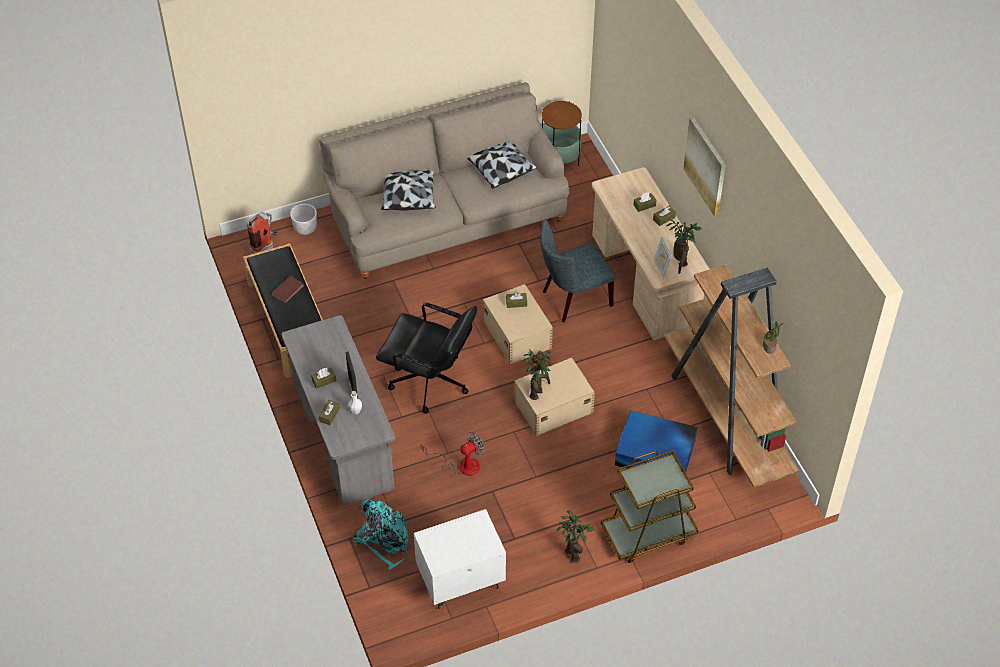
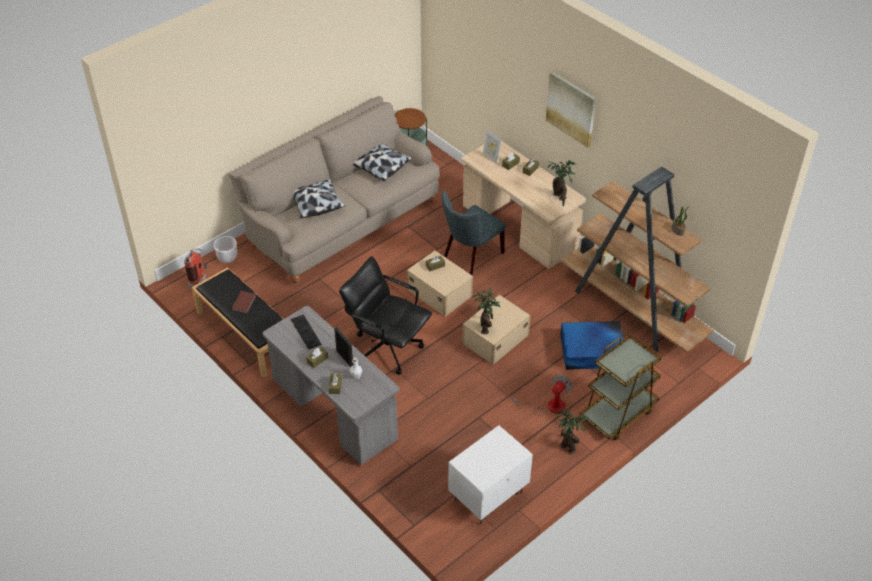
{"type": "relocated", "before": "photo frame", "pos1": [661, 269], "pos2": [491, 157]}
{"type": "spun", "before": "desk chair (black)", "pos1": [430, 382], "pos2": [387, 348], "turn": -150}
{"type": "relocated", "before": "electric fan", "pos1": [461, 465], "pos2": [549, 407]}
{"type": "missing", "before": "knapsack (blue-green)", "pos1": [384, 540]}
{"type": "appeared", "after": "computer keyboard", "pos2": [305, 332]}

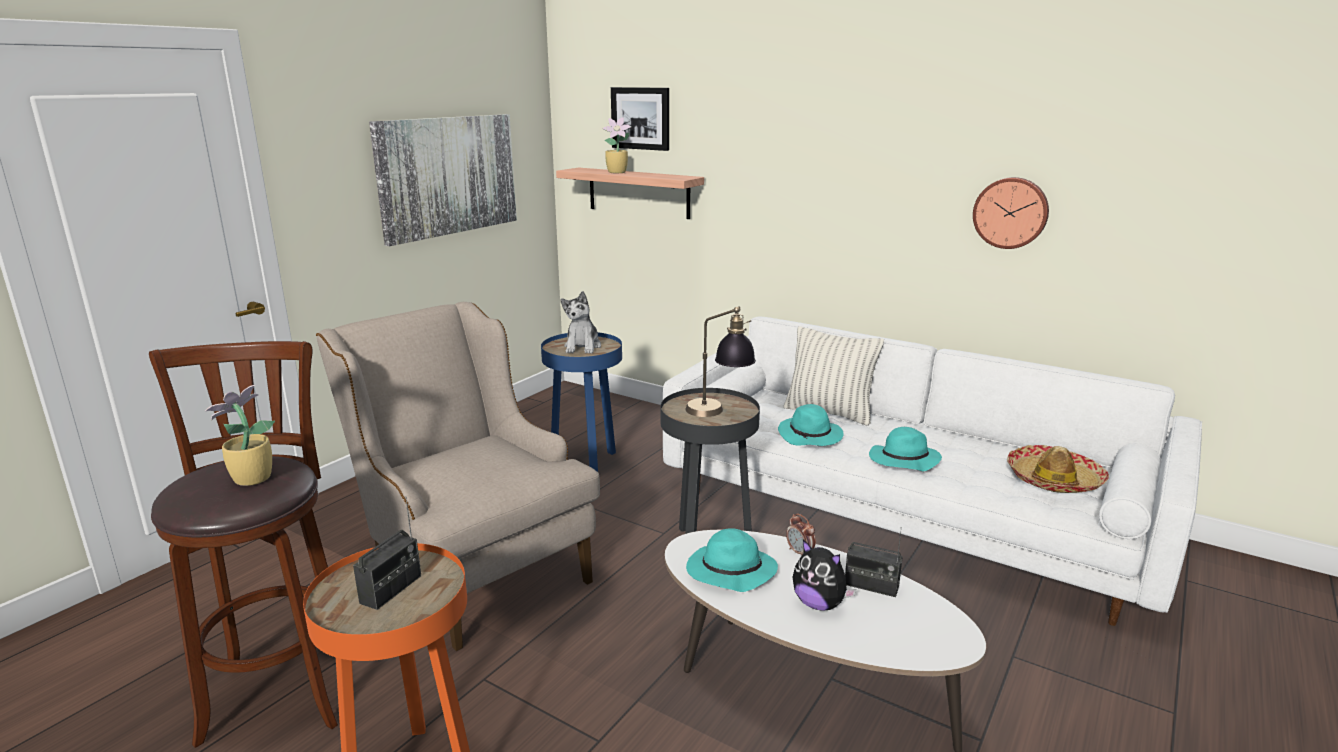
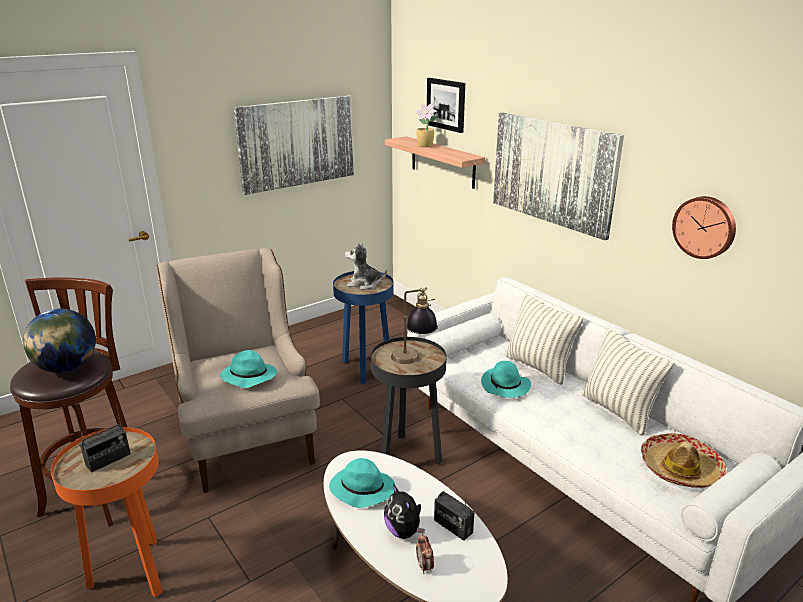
{"type": "spun", "before": "cuddly toy", "pos1": [583, 347], "pos2": [364, 284], "turn": 75}
{"type": "exchanged", "before": "plant in a pot", "after": "world globe", "pos1": [250, 479], "pos2": [67, 368]}
{"type": "relocated", "before": "clothing hat (blue-green)", "pos1": [903, 461], "pos2": [248, 376]}
{"type": "relocated", "before": "bedside clock", "pos1": [799, 552], "pos2": [424, 566]}
{"type": "appeared", "after": "picture", "pos2": [553, 172]}
{"type": "appeared", "after": "pillow", "pos2": [618, 411]}

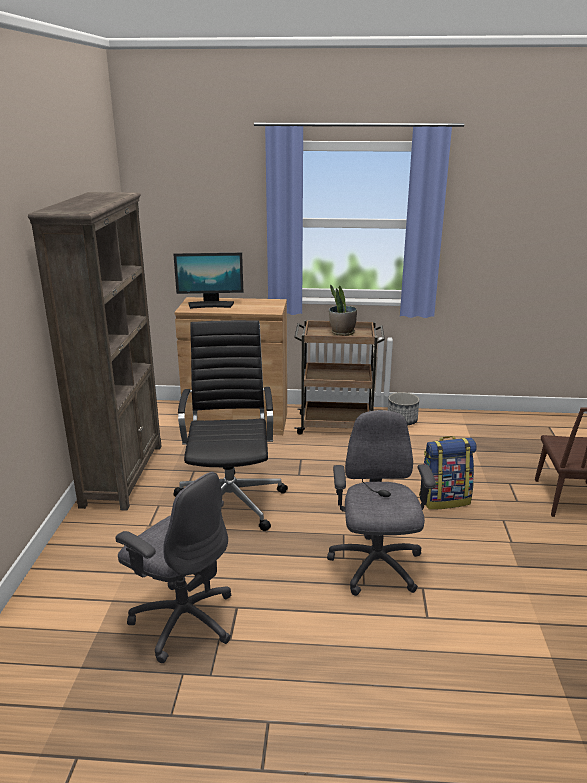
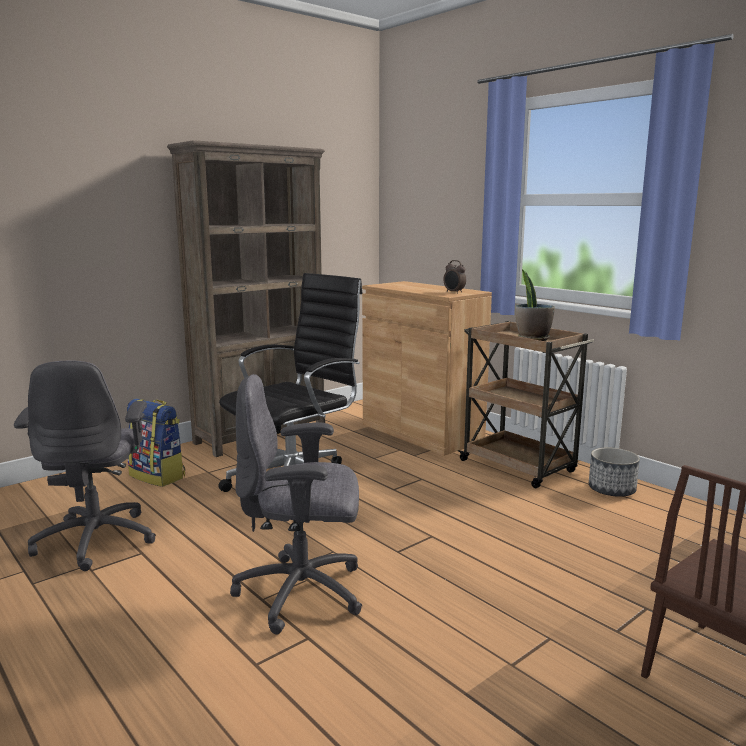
{"type": "missing", "before": "monitor", "pos1": [211, 305]}
{"type": "spun", "before": "desk chair (gray)", "pos1": [375, 567], "pos2": [303, 593], "turn": -135}
{"type": "relocated", "before": "knapsack", "pos1": [444, 499], "pos2": [158, 476]}
{"type": "appeared", "after": "bedside clock", "pos2": [454, 292]}

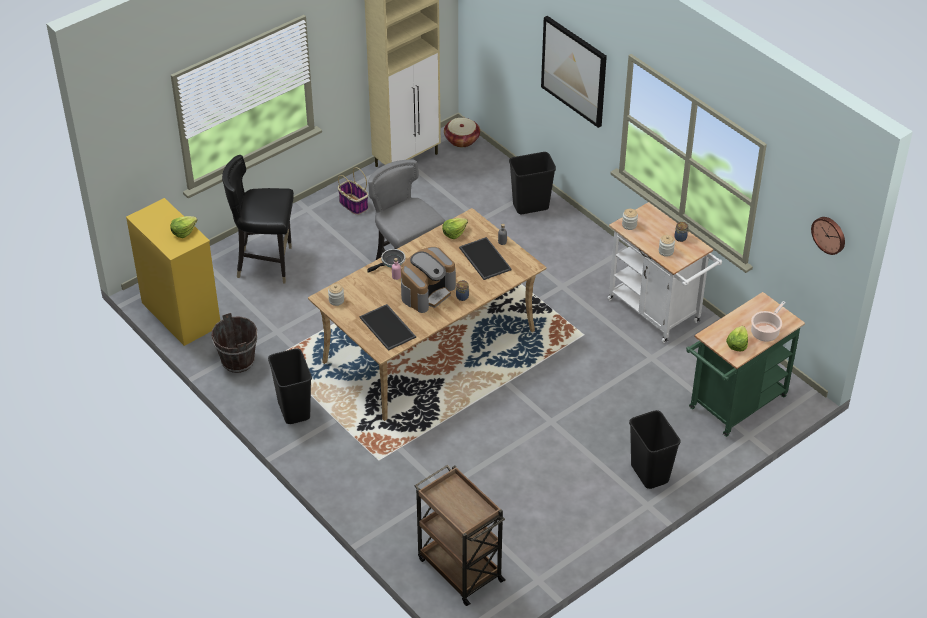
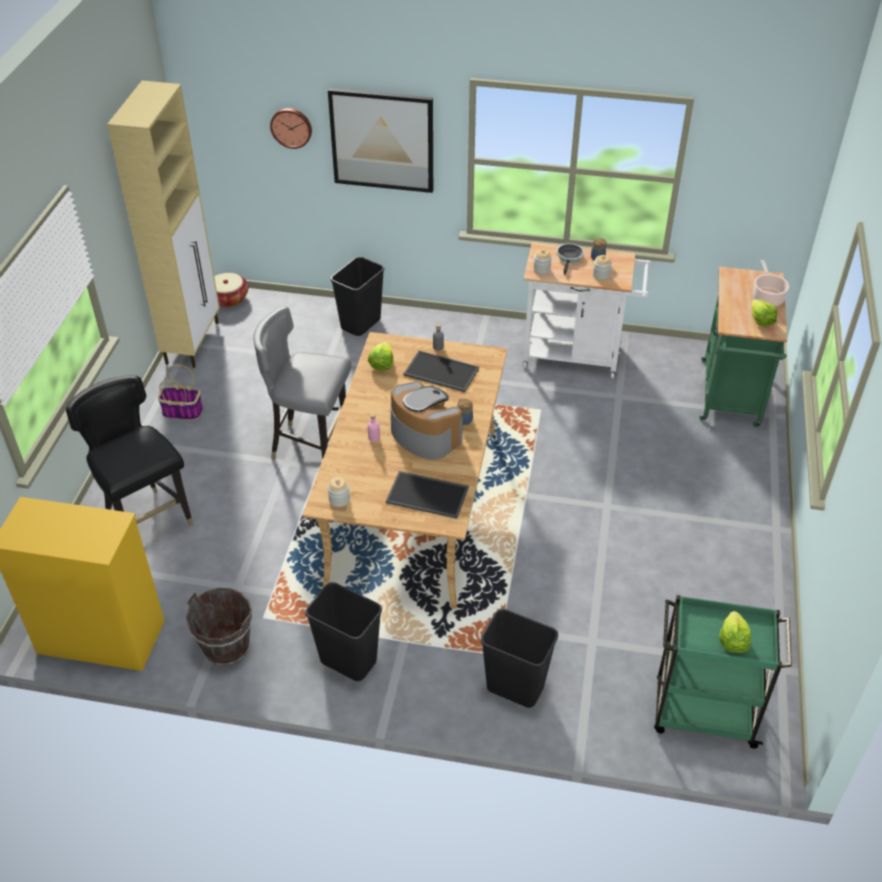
{"type": "spun", "before": "chair (black)", "pos1": [266, 264], "pos2": [148, 523], "turn": 90}
{"type": "relocated", "before": "head of lettuce", "pos1": [183, 231], "pos2": [732, 640]}
{"type": "relocated", "before": "clock on the wall", "pos1": [829, 234], "pos2": [291, 127]}
{"type": "spun", "before": "coffee machine", "pos1": [427, 292], "pos2": [424, 435], "turn": -45}
{"type": "relocated", "before": "pan", "pos1": [391, 262], "pos2": [569, 258]}
{"type": "relocated", "before": "trash can (black)", "pos1": [650, 473], "pos2": [516, 687]}
{"type": "colour", "before": "wheeled cart (brown)", "after": "wheeled cart (green)", "pos1": [459, 568], "pos2": [702, 713]}

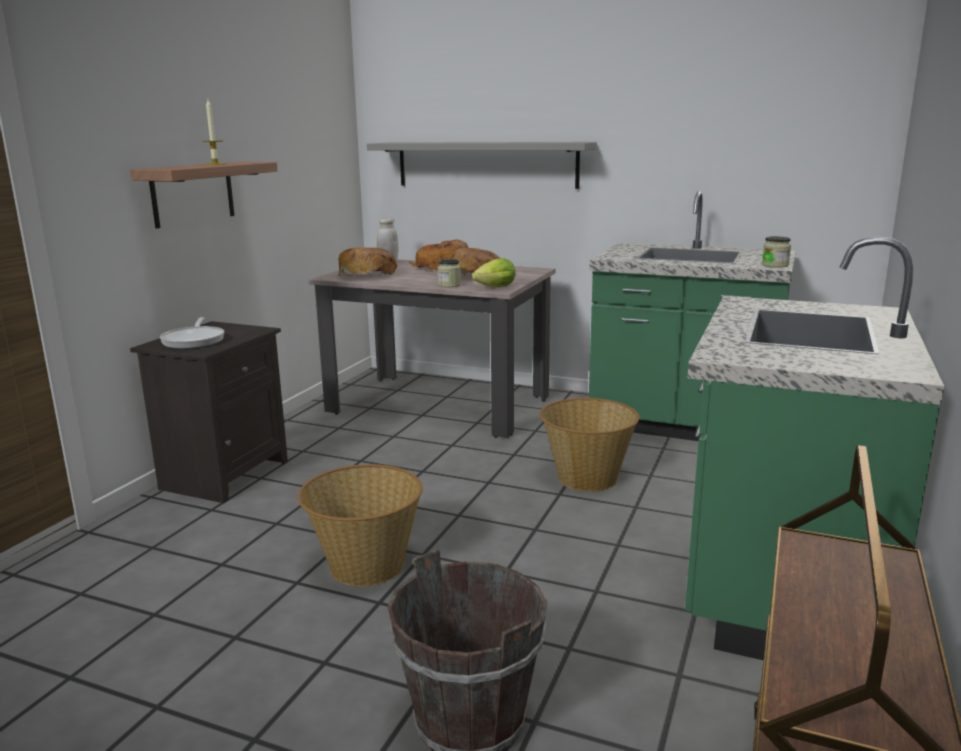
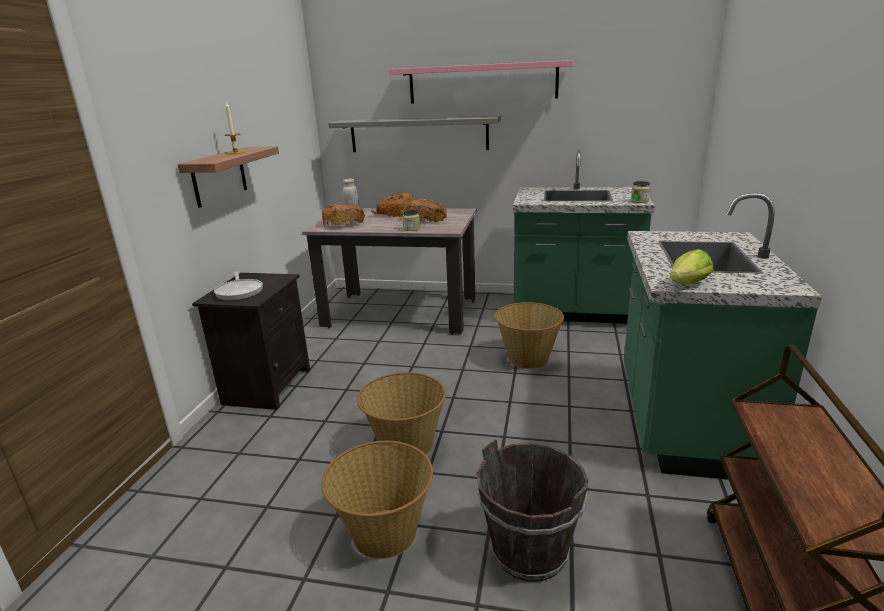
{"type": "relocated", "before": "head of lettuce", "pos1": [493, 287], "pos2": [686, 285]}
{"type": "appeared", "after": "wall shelf (pinkish)", "pos2": [482, 83]}
{"type": "appeared", "after": "basket", "pos2": [384, 534]}

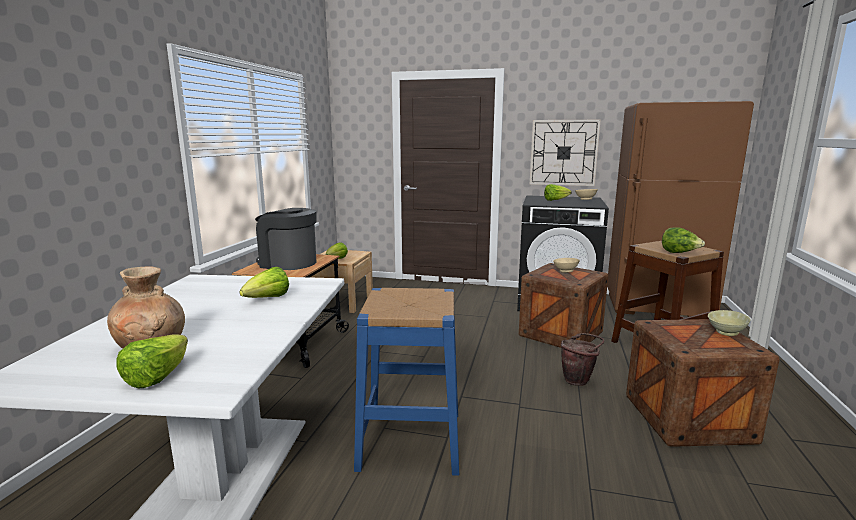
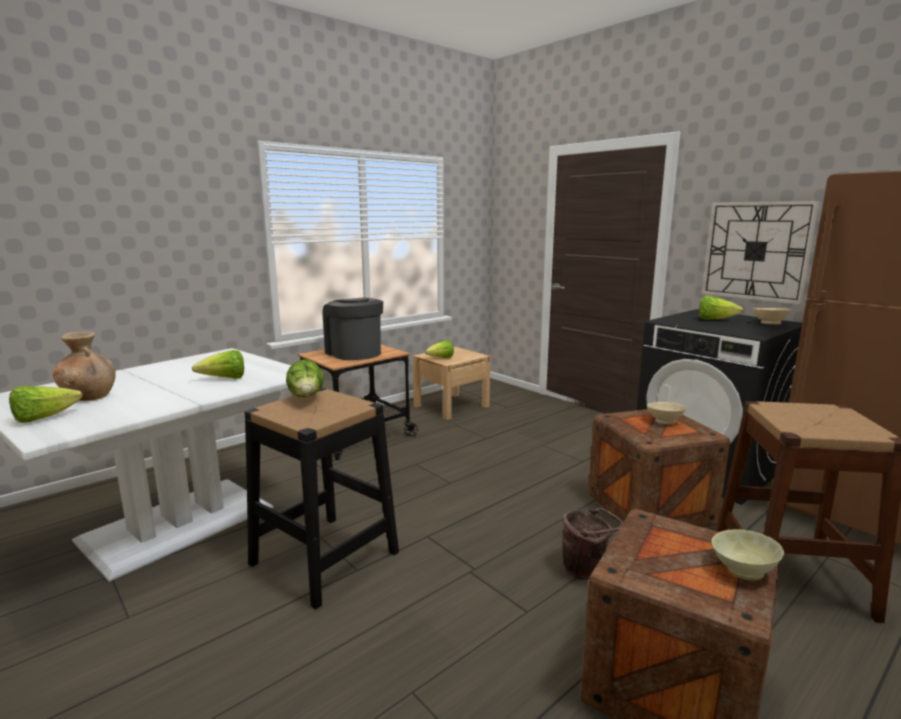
{"type": "relocated", "before": "head of lettuce", "pos1": [679, 253], "pos2": [306, 398]}
{"type": "colour", "before": "sitting stool (blue)", "after": "sitting stool (black)", "pos1": [411, 440], "pos2": [325, 558]}

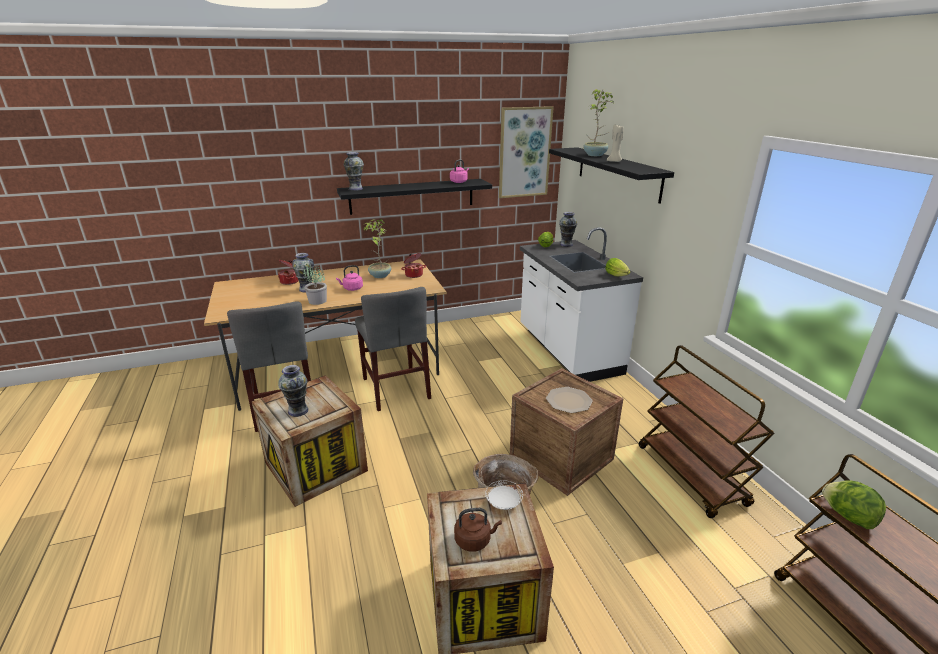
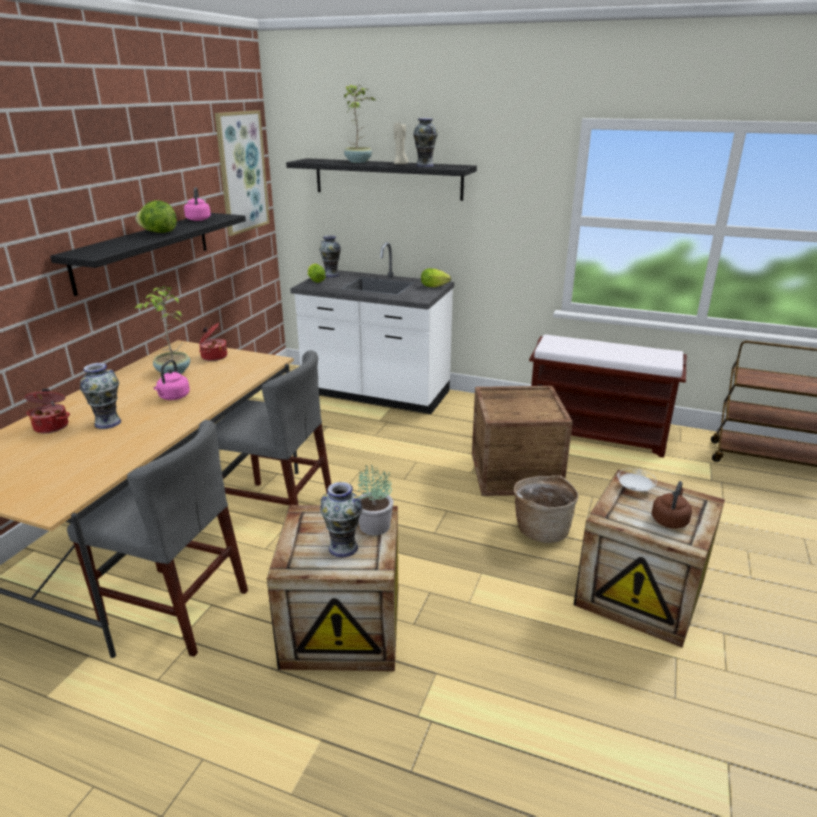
{"type": "relocated", "before": "flower vase", "pos1": [355, 189], "pos2": [424, 166]}
{"type": "relocated", "before": "plant in a pot", "pos1": [317, 301], "pos2": [374, 526]}
{"type": "exchanged", "before": "wheeled cart (brown)", "after": "long seat (brown)", "pos1": [691, 475], "pos2": [597, 434]}
{"type": "missing", "before": "dinner plate", "pos1": [568, 401]}
{"type": "relocated", "before": "head of lettuce", "pos1": [847, 516], "pos2": [159, 232]}

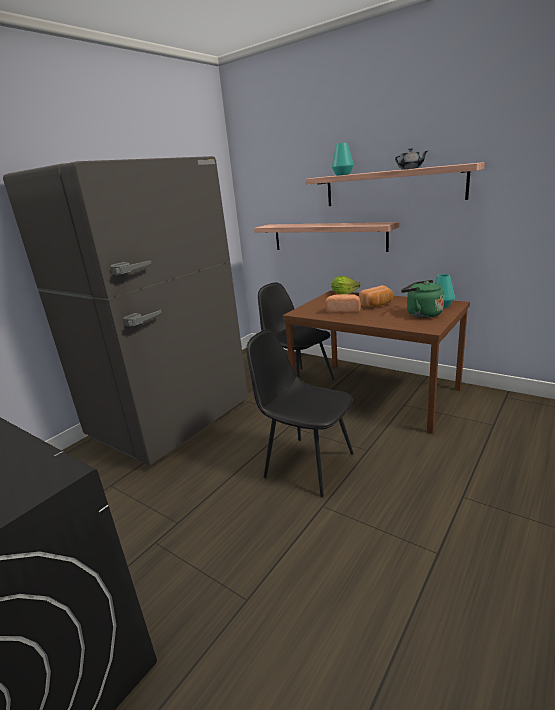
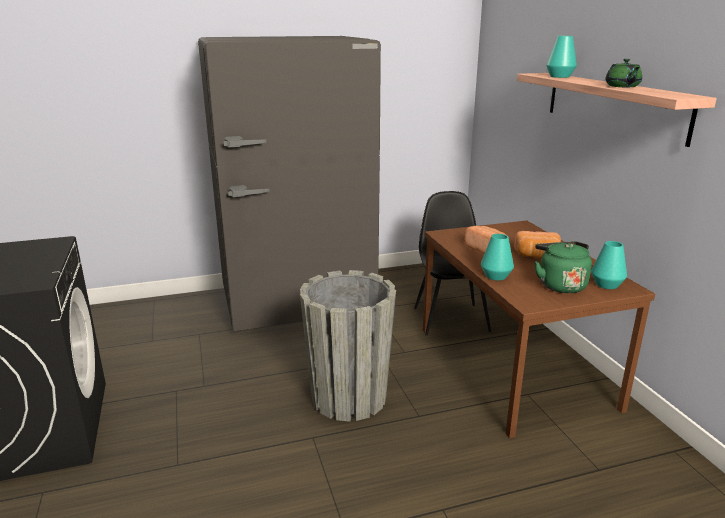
{"type": "colour", "before": "teapot (gray)", "after": "teapot (green)", "pos1": [410, 168], "pos2": [622, 86]}
{"type": "missing", "before": "wall shelf", "pos1": [327, 237]}
{"type": "missing", "before": "head of lettuce", "pos1": [344, 293]}
{"type": "exchanged", "before": "chair (black)", "after": "plant pot (gray)", "pos1": [307, 464], "pos2": [349, 397]}
{"type": "appeared", "after": "flower vase (blue-green)", "pos2": [496, 276]}

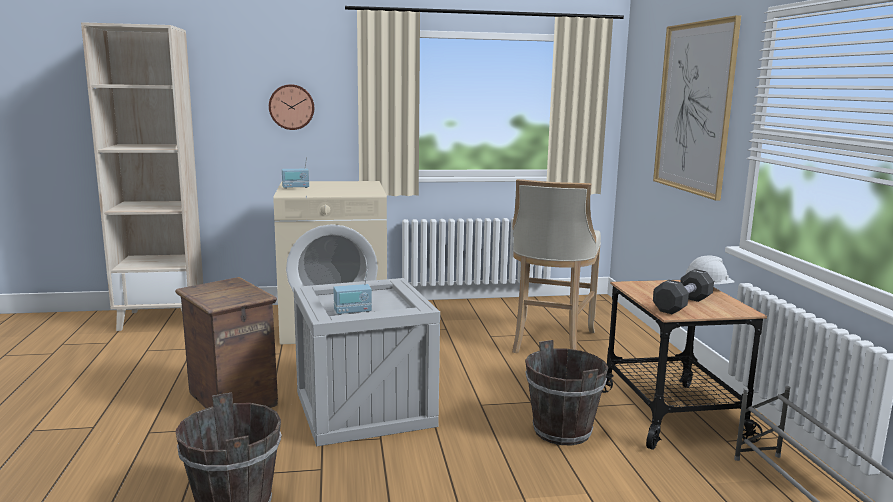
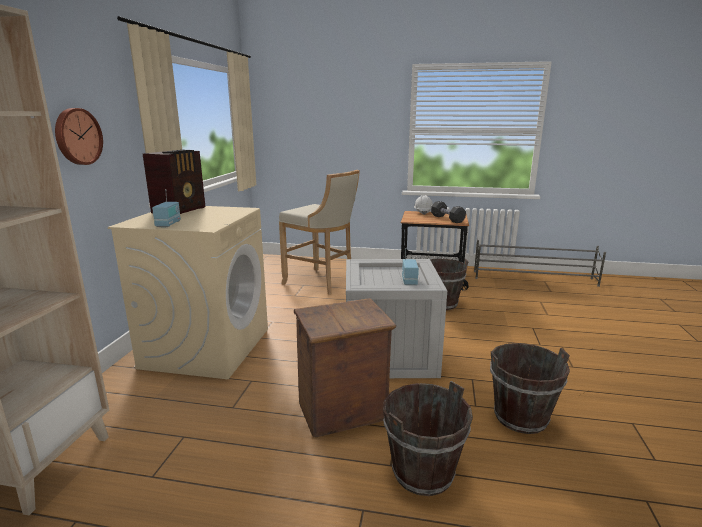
{"type": "missing", "before": "picture", "pos1": [694, 108]}
{"type": "appeared", "after": "radio receiver", "pos2": [180, 210]}
{"type": "appeared", "after": "bucket (brown)", "pos2": [422, 472]}

